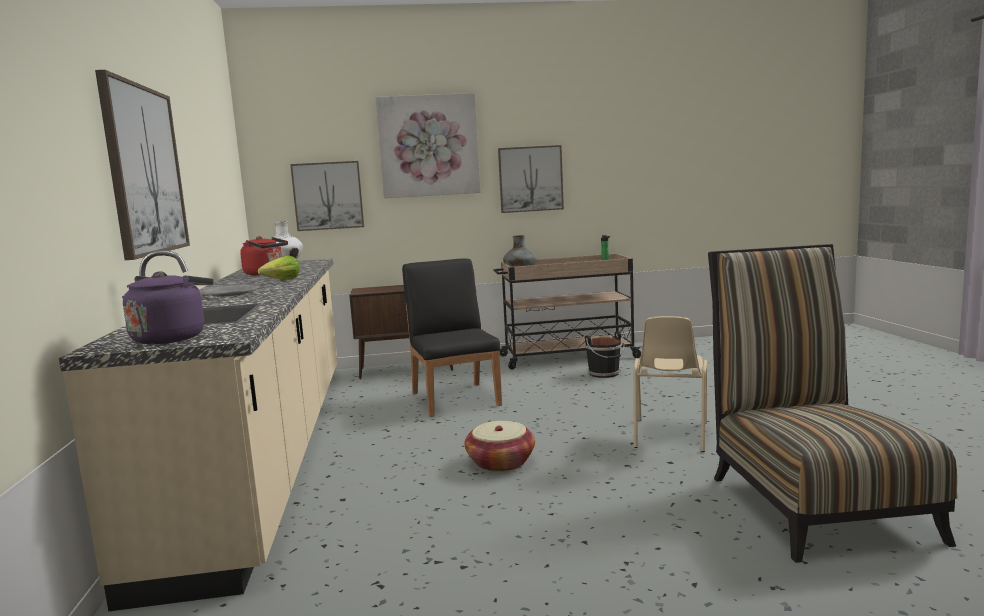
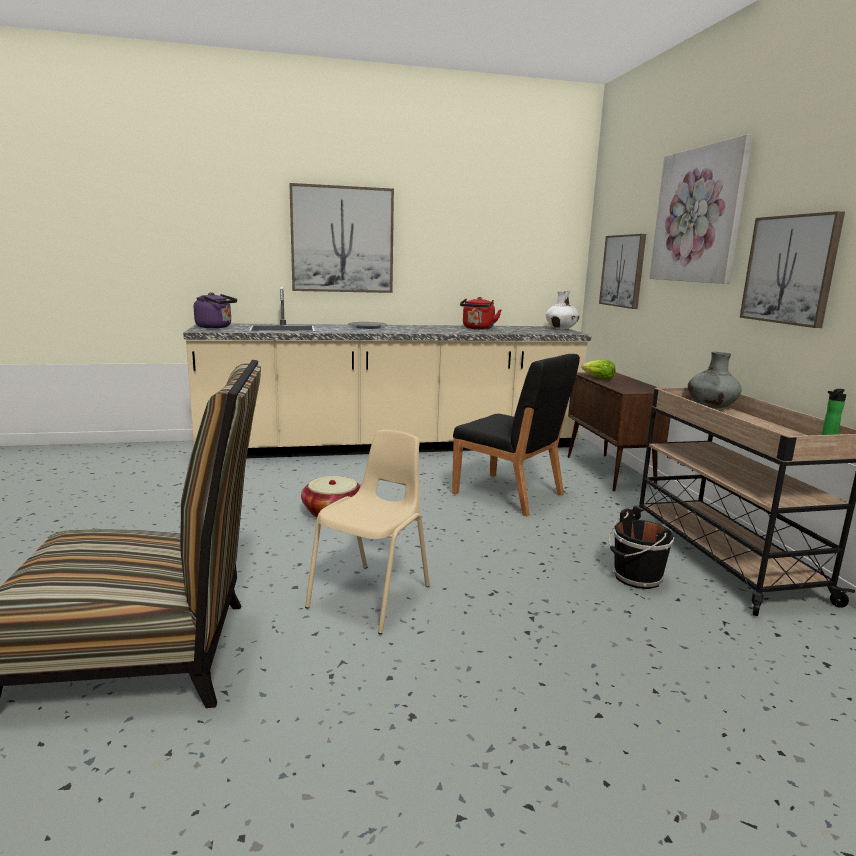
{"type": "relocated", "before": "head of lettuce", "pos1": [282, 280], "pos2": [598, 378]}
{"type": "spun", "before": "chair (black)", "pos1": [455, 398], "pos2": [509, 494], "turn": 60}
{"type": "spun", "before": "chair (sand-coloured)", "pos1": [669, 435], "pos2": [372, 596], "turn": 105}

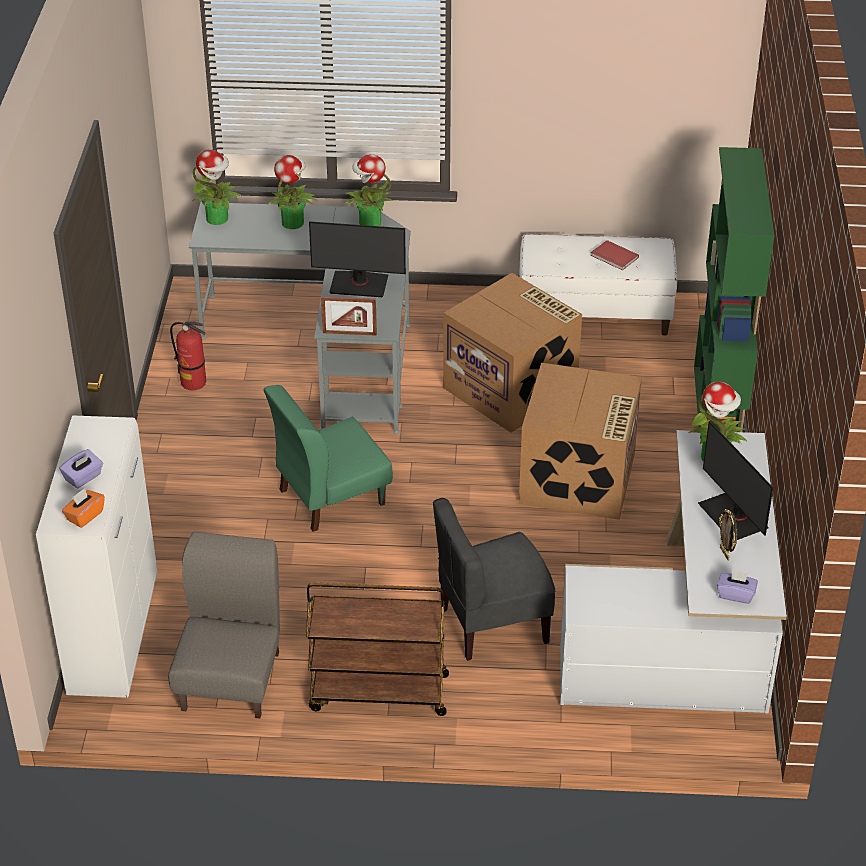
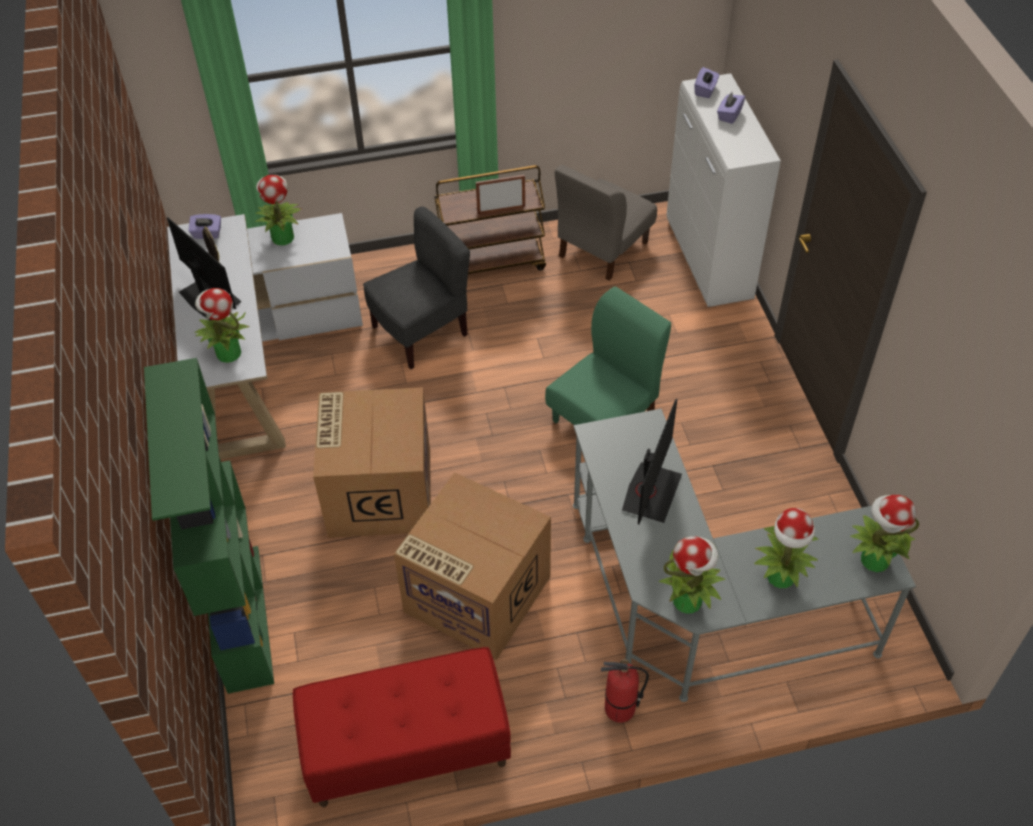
{"type": "spun", "before": "monitor", "pos1": [359, 284], "pos2": [650, 492], "turn": 120}
{"type": "colour", "before": "long seat (white-coloured)", "after": "long seat (red)", "pos1": [594, 313], "pos2": [407, 749]}
{"type": "missing", "before": "volume (red)", "pos1": [614, 257]}
{"type": "relocated", "before": "photo frame", "pos1": [349, 333], "pos2": [501, 209]}
{"type": "relocated", "before": "fire-fighting cylinder", "pos1": [193, 383], "pos2": [619, 709]}
{"type": "colour", "before": "tissue box (orangey)", "after": "tissue box (purple)", "pos1": [85, 516], "pos2": [705, 90]}
{"type": "spun", "before": "chair (gray)", "pos1": [231, 680], "pos2": [602, 249], "turn": 45}
{"type": "appeared", "after": "plant in a pot", "pos2": [282, 237]}

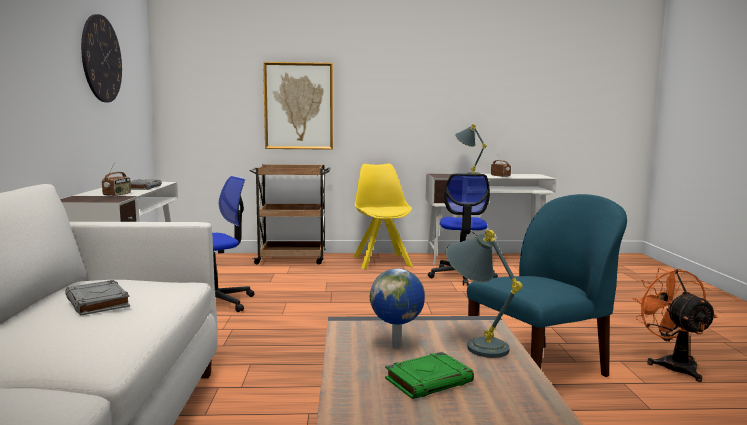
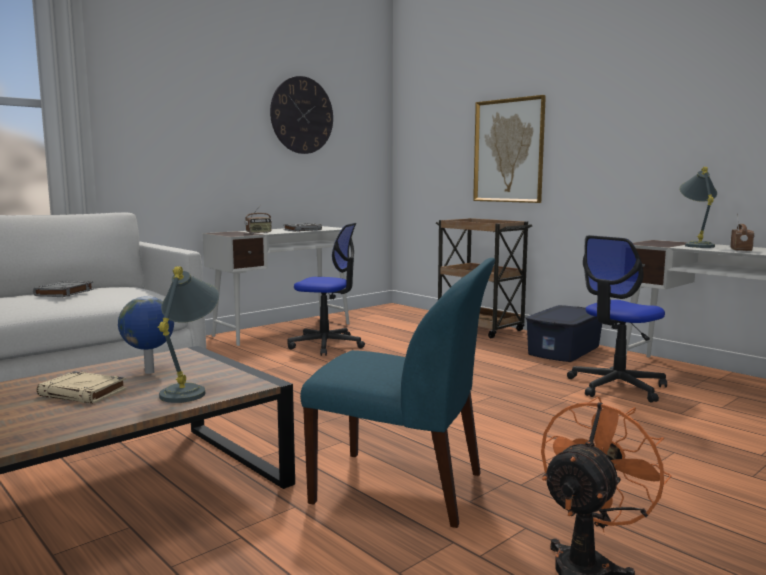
{"type": "exchanged", "before": "chair (yellowish)", "after": "storage bin (blue)", "pos1": [381, 261], "pos2": [565, 350]}
{"type": "colour", "before": "volume (green)", "after": "volume (sand-coloured)", "pos1": [429, 380], "pos2": [84, 393]}

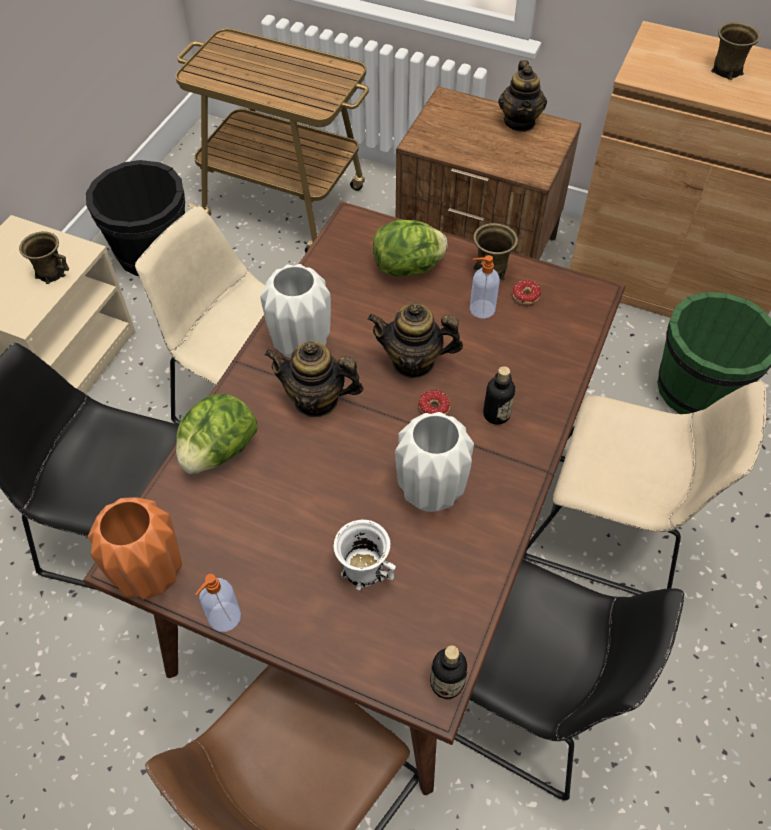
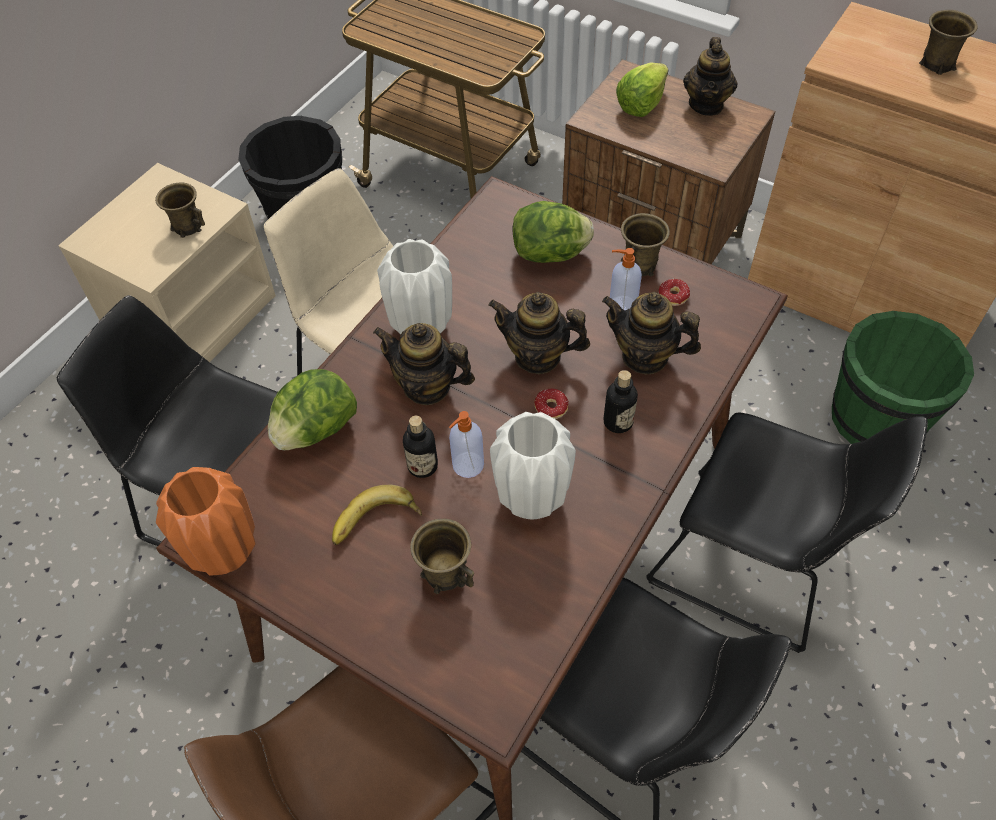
{"type": "colour", "before": "chair (sand-coloured)", "after": "chair (black)", "pos1": [614, 529], "pos2": [756, 563]}
{"type": "colour", "before": "coffee mug (white-coloured)", "after": "coffee mug (brown)", "pos1": [363, 569], "pos2": [445, 572]}
{"type": "relocated", "before": "soap bottle", "pos1": [223, 618], "pos2": [467, 465]}
{"type": "relocated", "before": "beverage bottle", "pos1": [446, 683], "pos2": [422, 466]}
{"type": "appeared", "after": "head of lettuce", "pos2": [641, 104]}
{"type": "appeared", "after": "teapot", "pos2": [645, 356]}
{"type": "appeared", "after": "banana fruit", "pos2": [376, 523]}

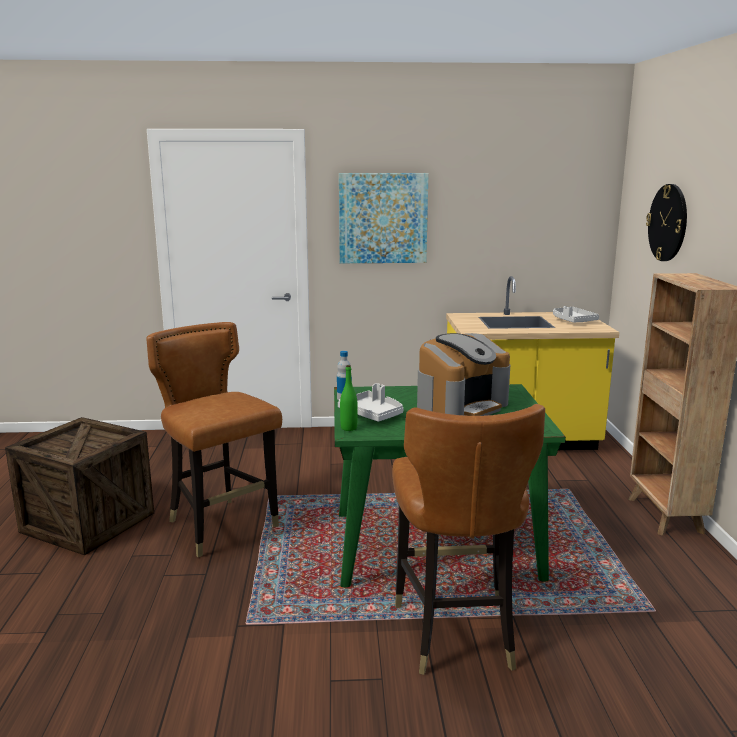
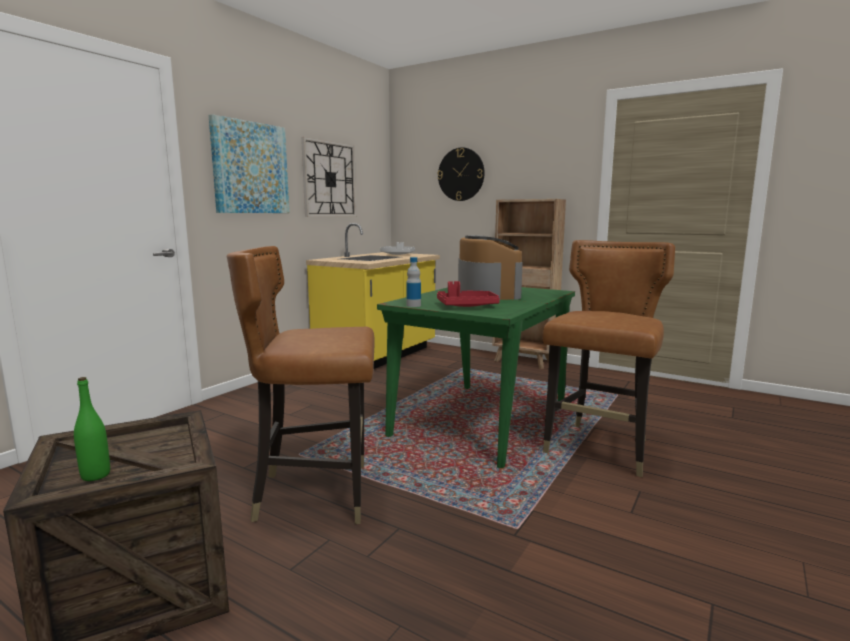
{"type": "relocated", "before": "beverage bottle (green)", "pos1": [348, 428], "pos2": [95, 475]}
{"type": "colour", "before": "carrying tray (gray)", "after": "carrying tray (red)", "pos1": [372, 414], "pos2": [466, 306]}
{"type": "spun", "before": "chair (brown)", "pos1": [455, 633], "pos2": [600, 449], "turn": -90}
{"type": "appeared", "after": "clock on the wall", "pos2": [329, 179]}

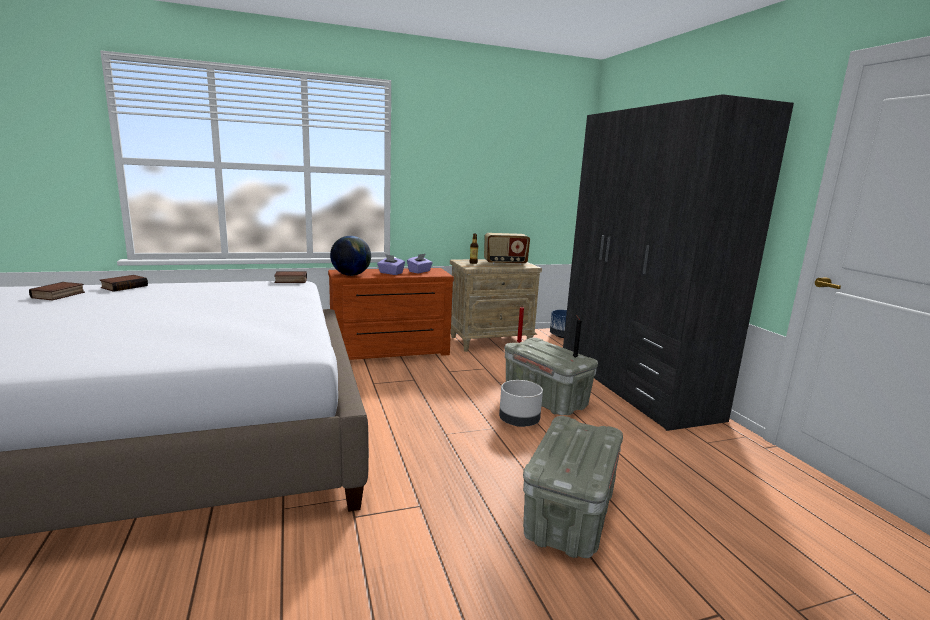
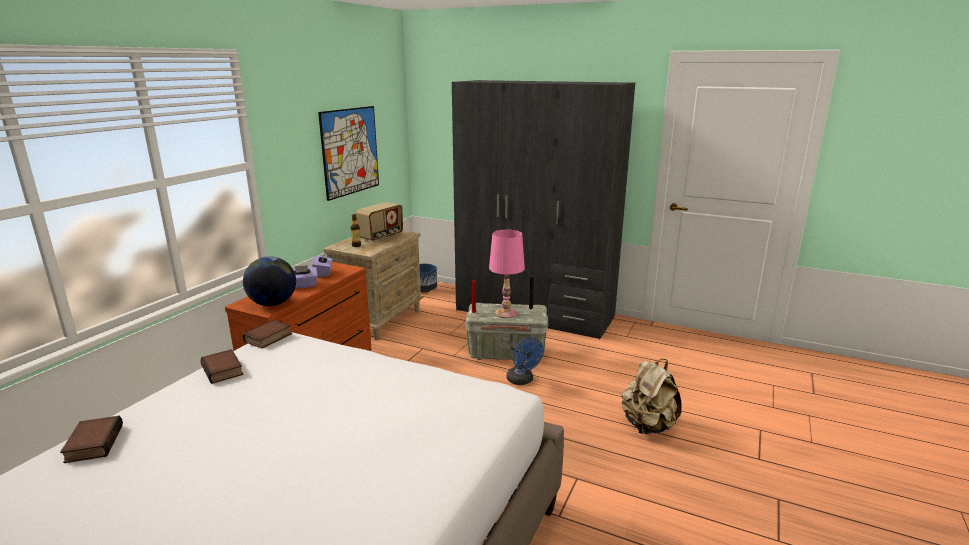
{"type": "relocated", "before": "volume", "pos1": [59, 295], "pos2": [224, 370]}
{"type": "exchanged", "before": "plant pot (gray)", "after": "electric fan (blue)", "pos1": [519, 422], "pos2": [522, 381]}
{"type": "exchanged", "before": "storage bin (gray)", "after": "knapsack (sand-coloured)", "pos1": [569, 517], "pos2": [648, 426]}
{"type": "appeared", "after": "picture", "pos2": [350, 151]}
{"type": "appeared", "after": "lamp for a table (pinkish)", "pos2": [506, 313]}

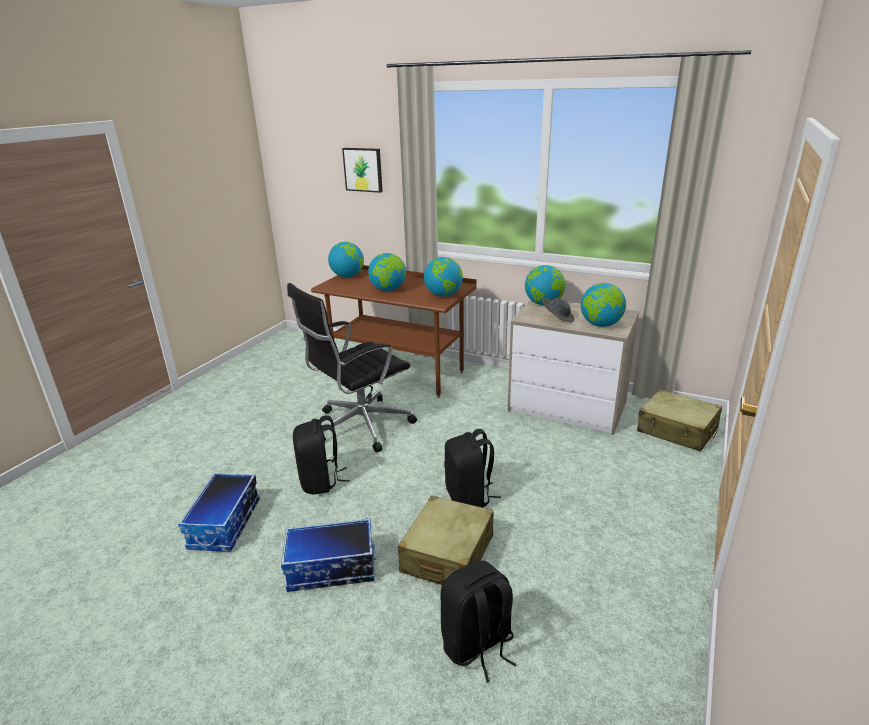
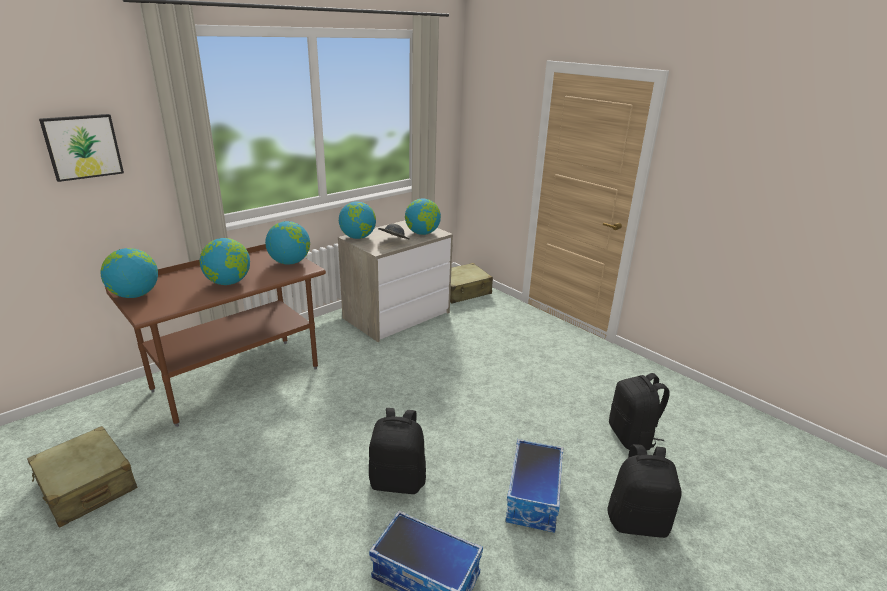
{"type": "missing", "before": "desk chair (black)", "pos1": [360, 426]}
{"type": "relocated", "before": "knapsack (black)", "pos1": [469, 497], "pos2": [637, 521]}
{"type": "relocated", "before": "travel case (sand-coloured)", "pos1": [447, 554], "pos2": [87, 486]}

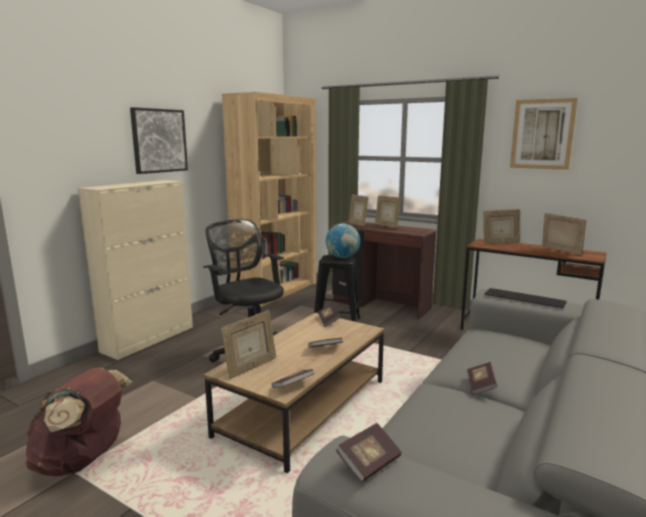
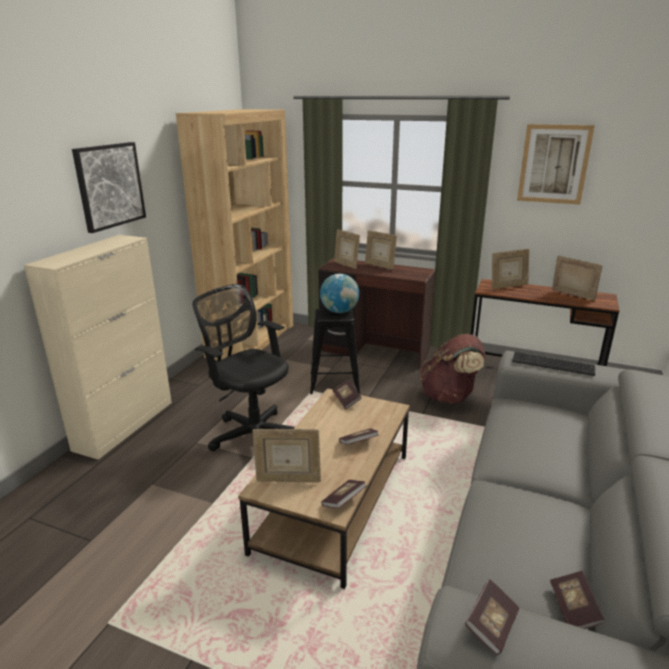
{"type": "spun", "before": "photo frame", "pos1": [251, 368], "pos2": [288, 479], "turn": 60}
{"type": "relocated", "before": "volume", "pos1": [480, 386], "pos2": [573, 609]}
{"type": "relocated", "before": "knapsack (brown)", "pos1": [83, 460], "pos2": [450, 396]}

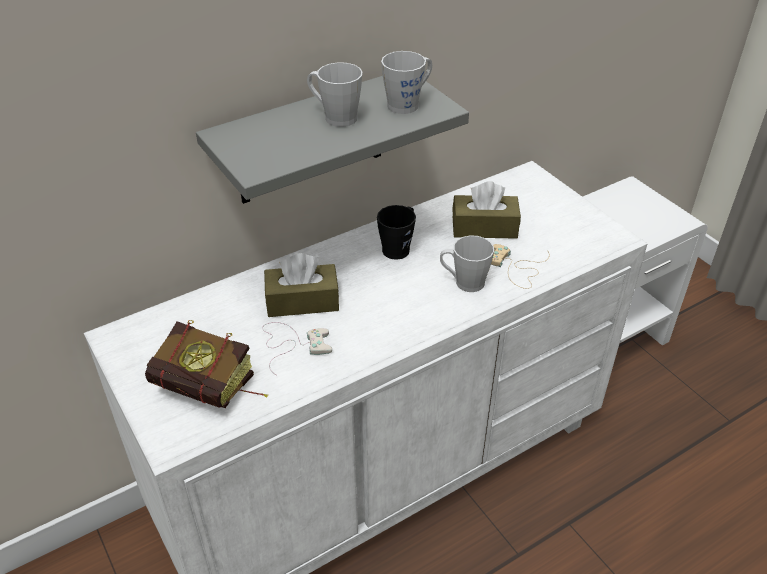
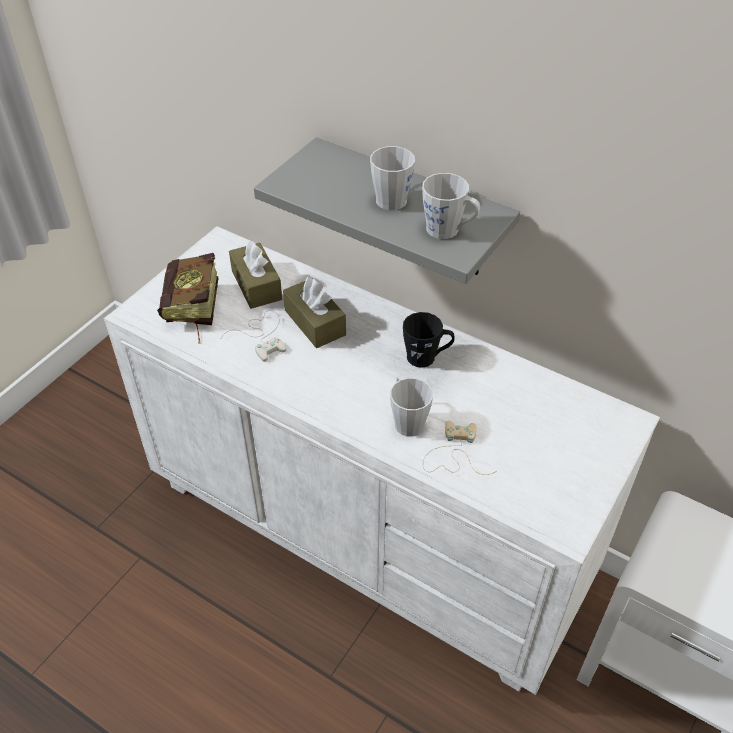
{"type": "relocated", "before": "tissue box (brown)", "pos1": [484, 227], "pos2": [256, 285]}

